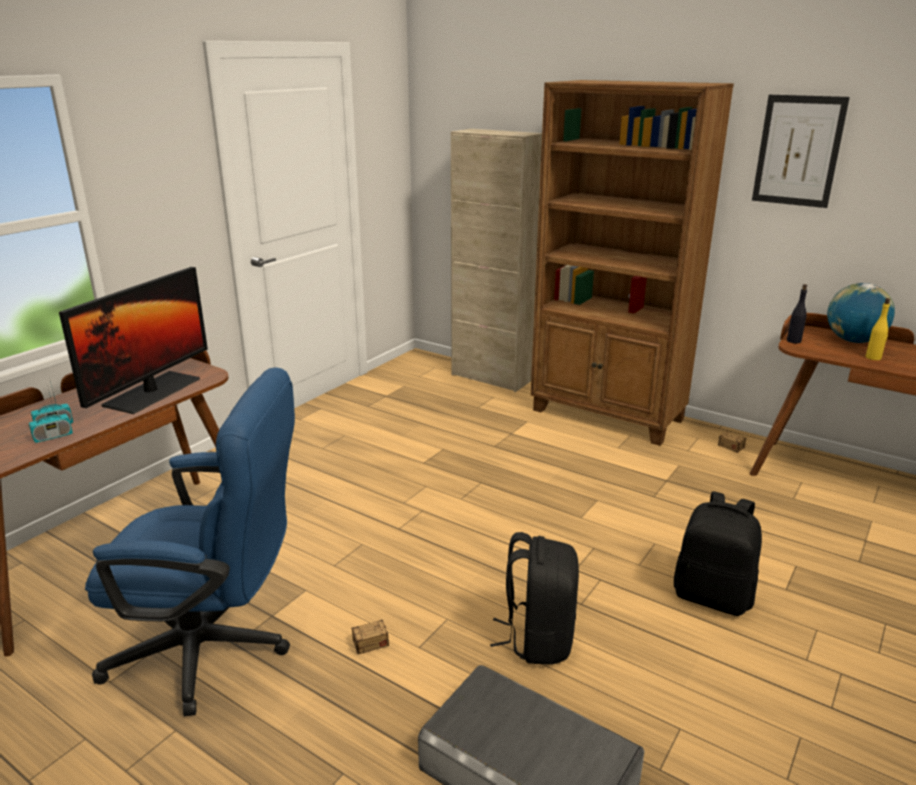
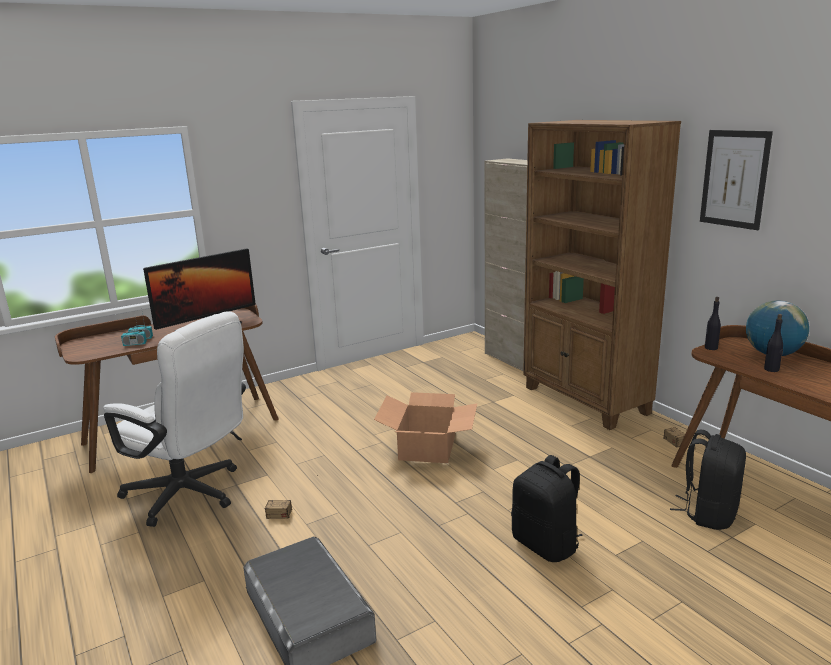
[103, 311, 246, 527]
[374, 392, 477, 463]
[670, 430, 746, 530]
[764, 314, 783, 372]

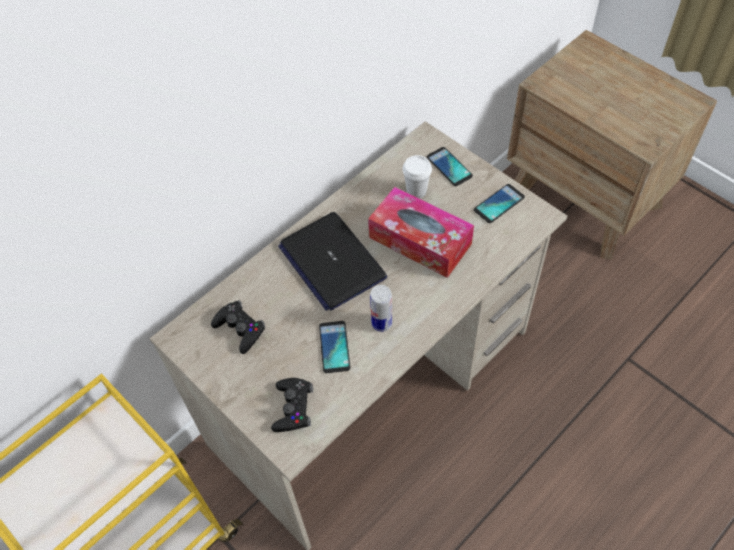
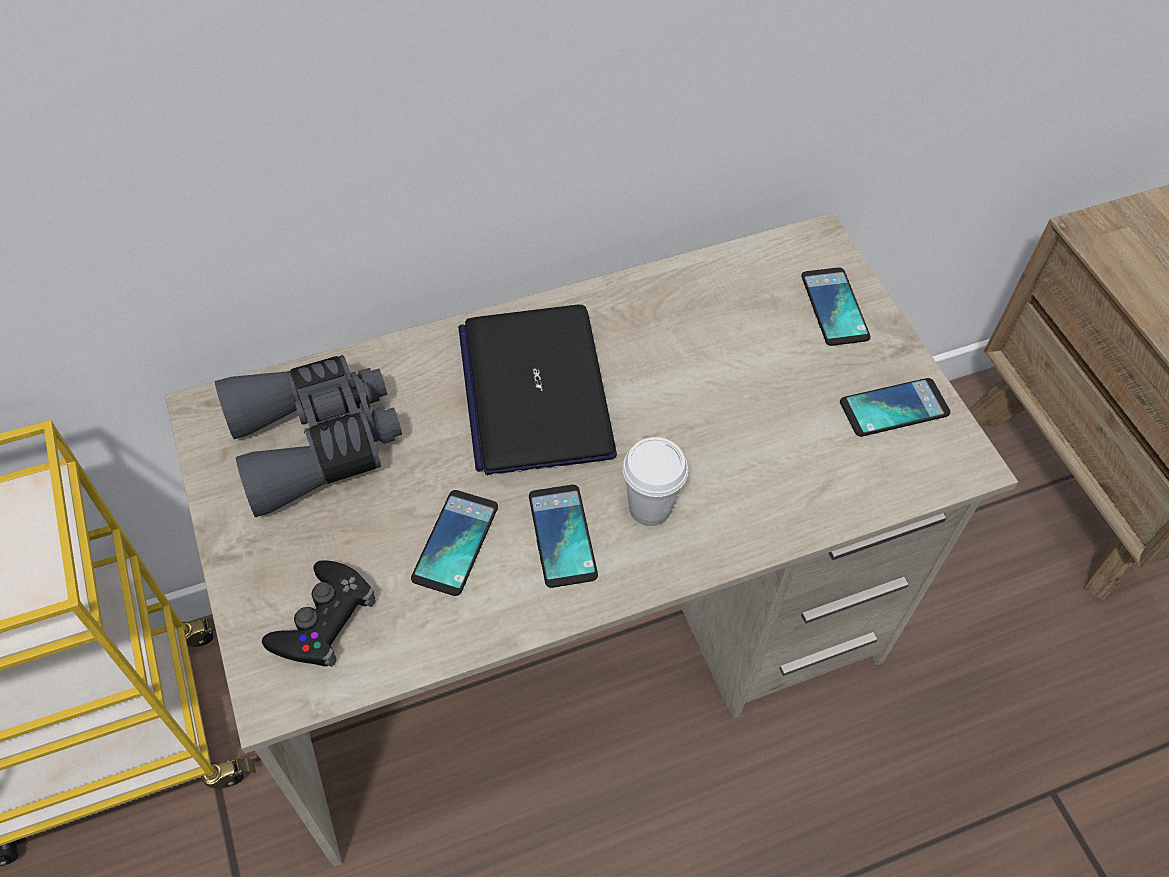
[215, 355, 402, 517]
[529, 485, 598, 588]
[623, 437, 688, 526]
[368, 187, 474, 278] (first image)

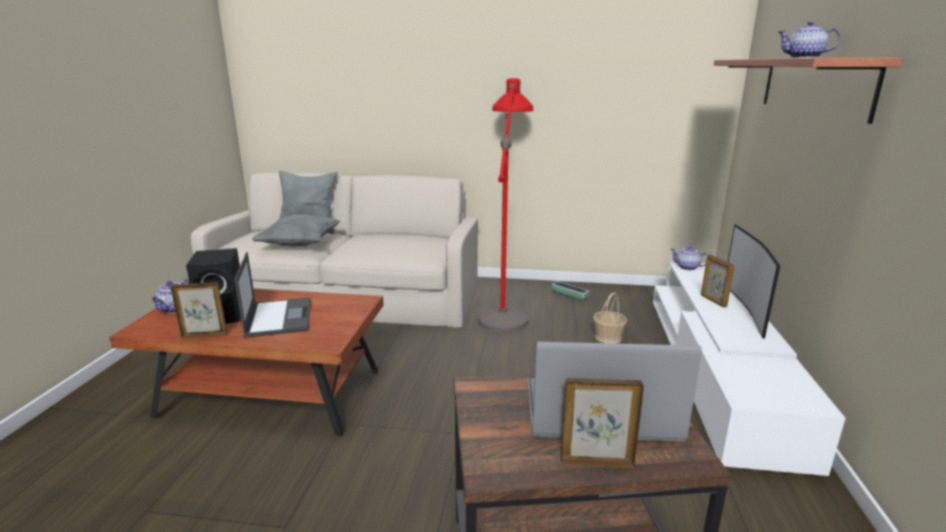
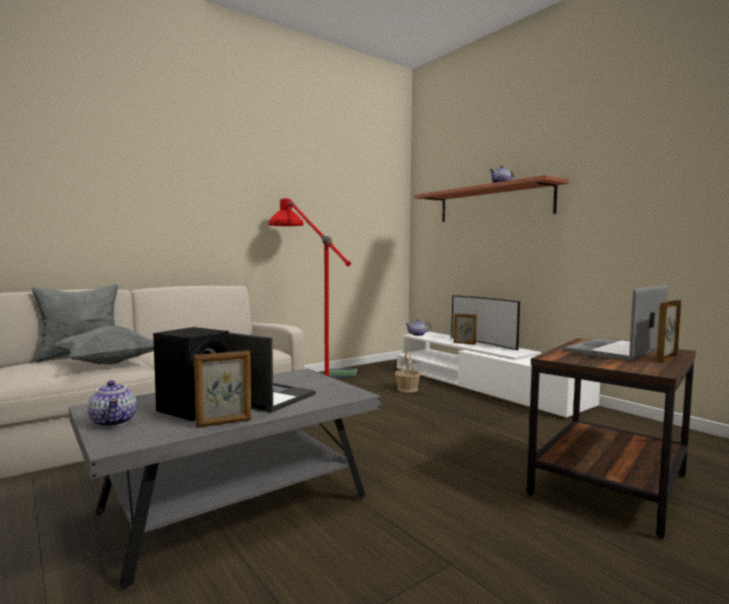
[69, 369, 381, 590]
[194, 350, 251, 428]

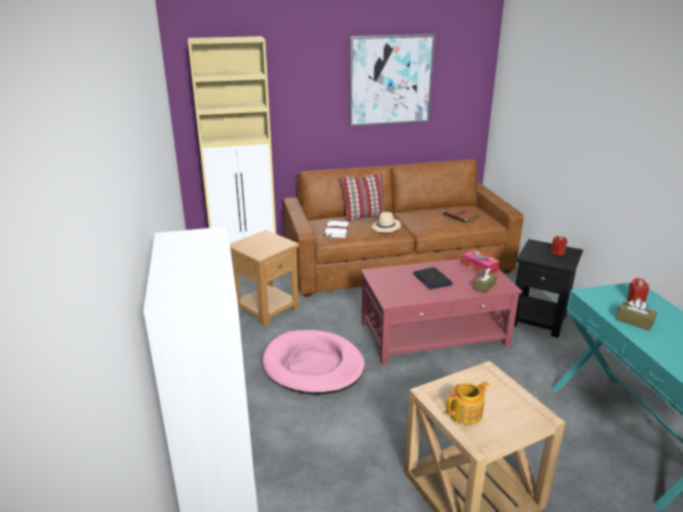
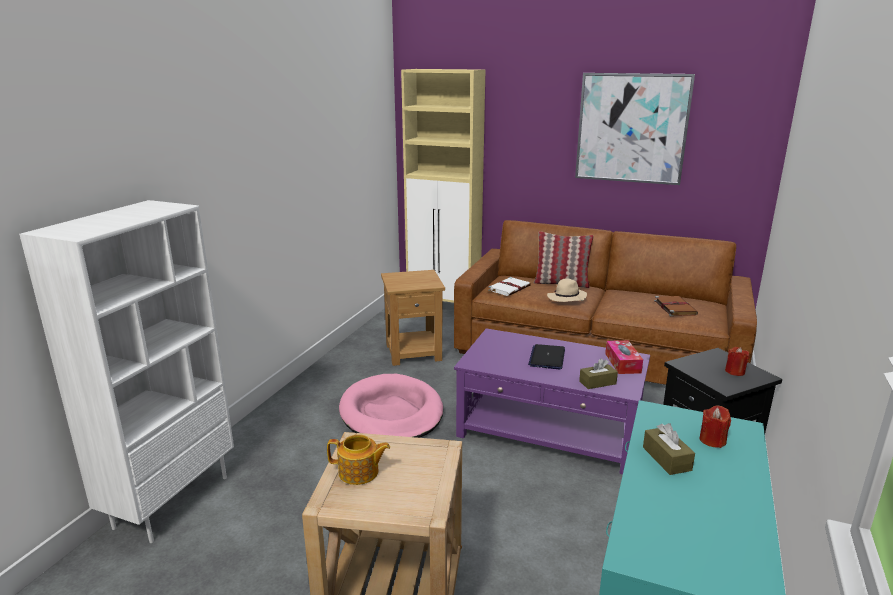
[454, 328, 650, 474]

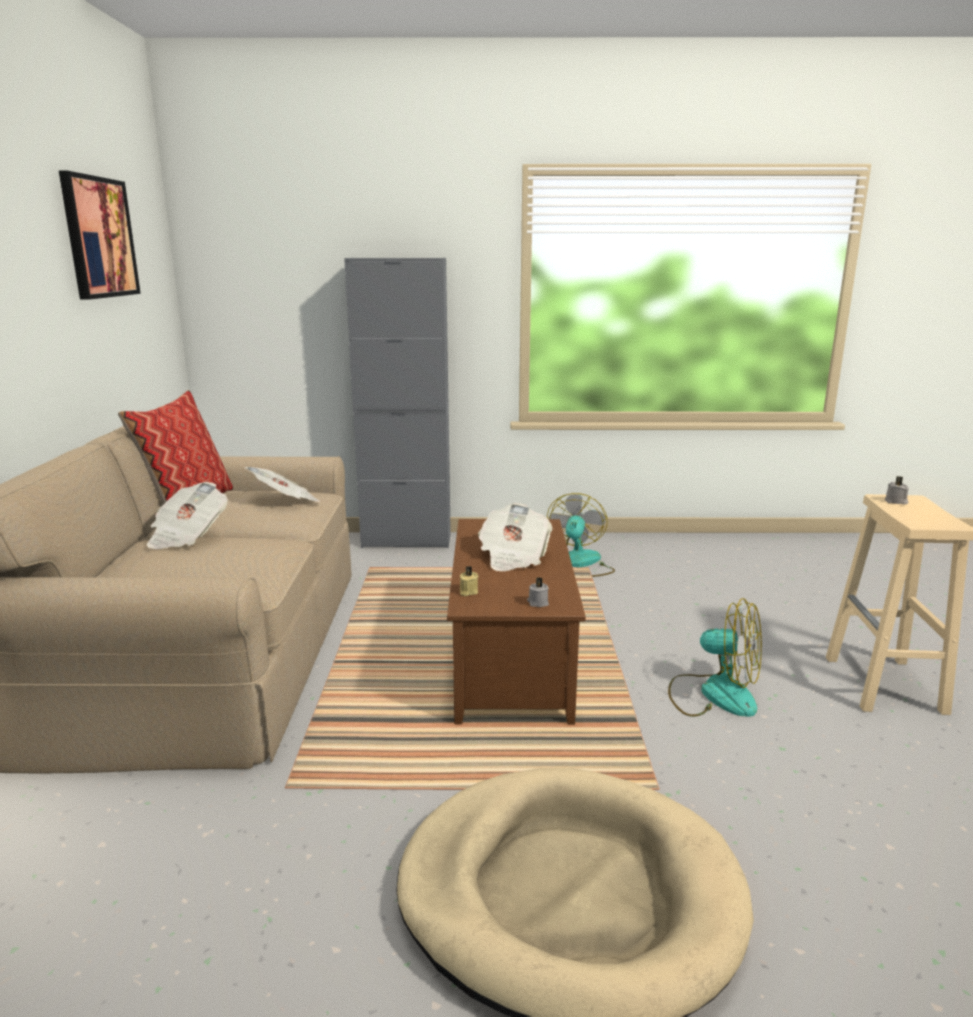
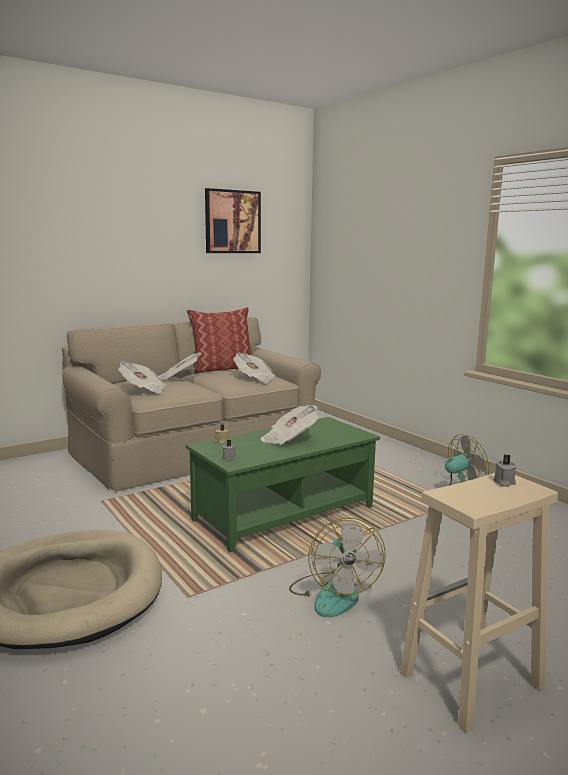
[118, 362, 166, 393]
[186, 417, 380, 552]
[344, 258, 451, 548] (first image)

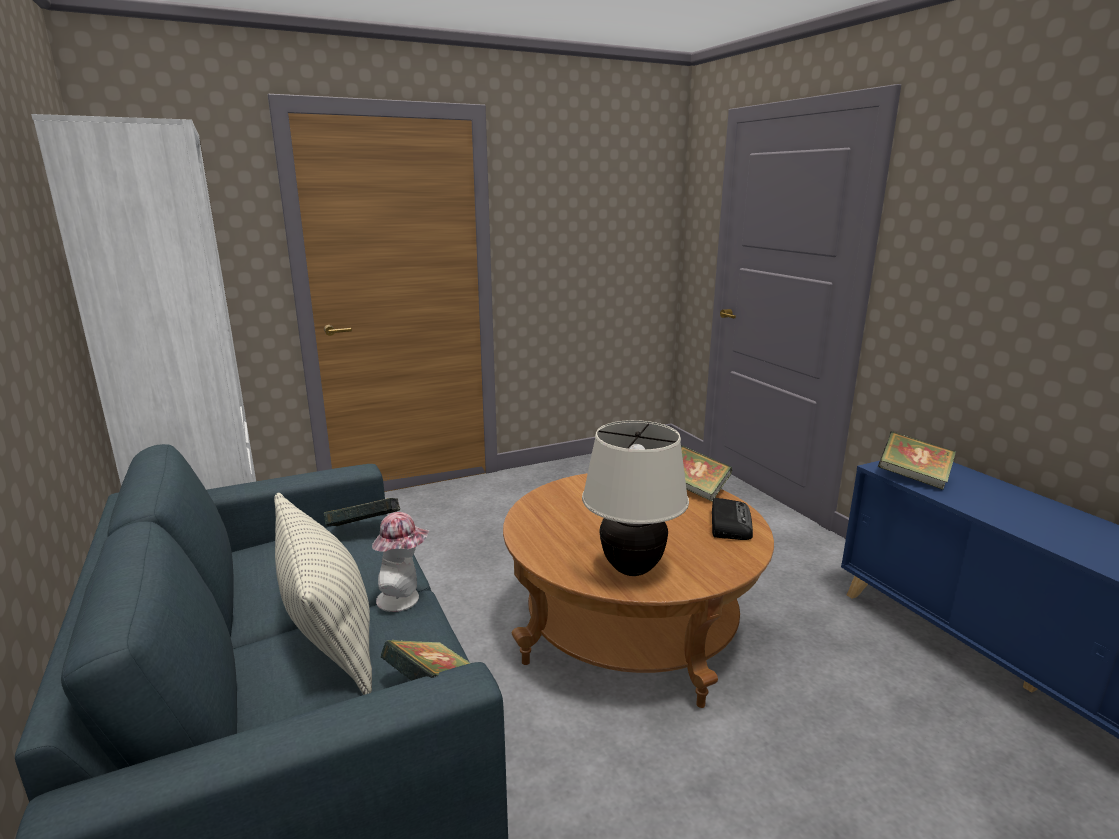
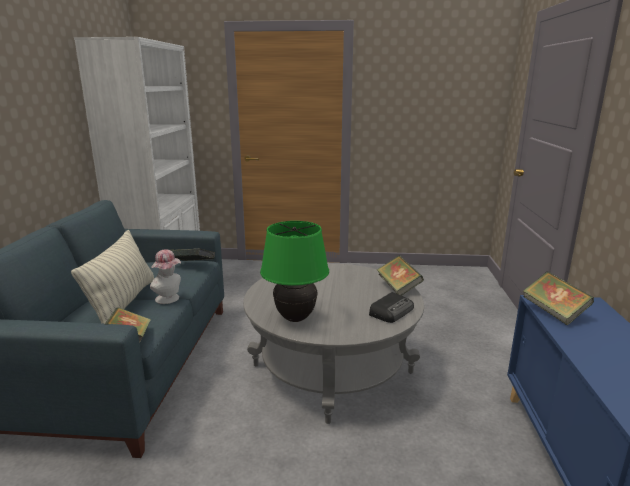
[243, 264, 424, 424]
[260, 221, 329, 322]

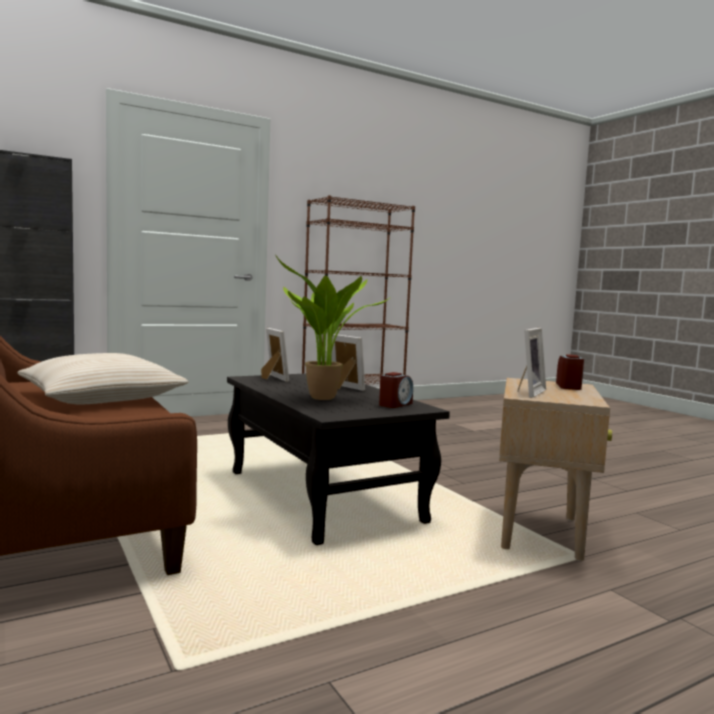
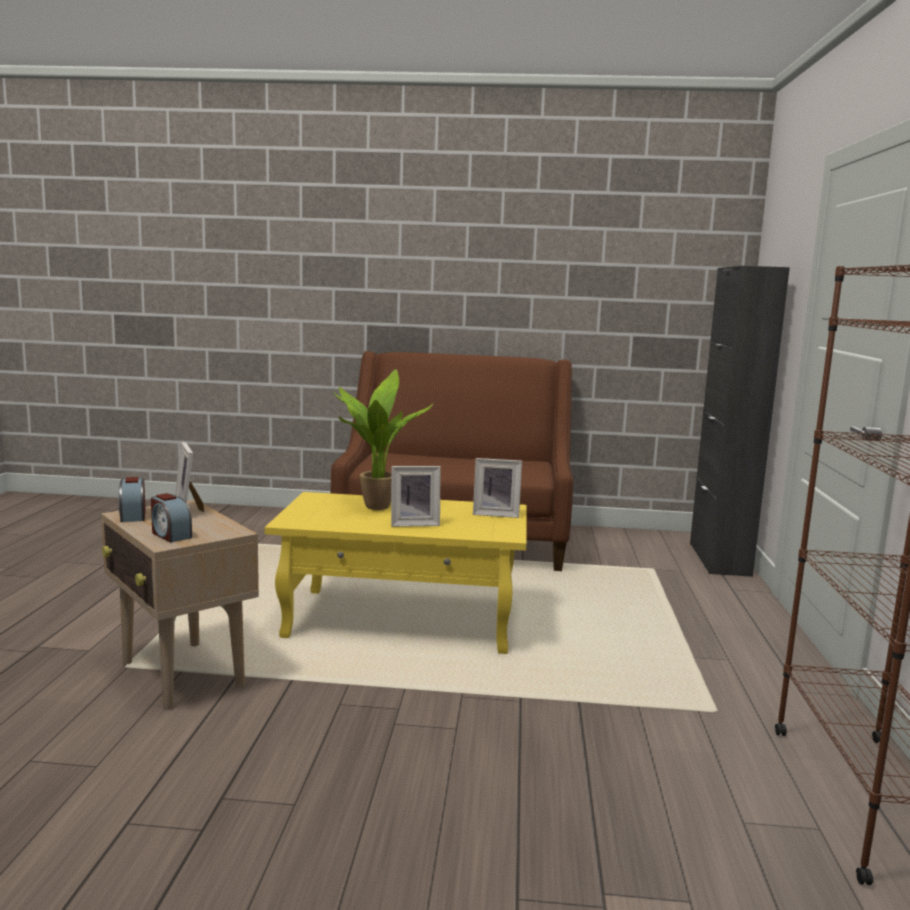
[118, 477, 146, 522]
[265, 492, 527, 654]
[18, 353, 188, 405] (first image)

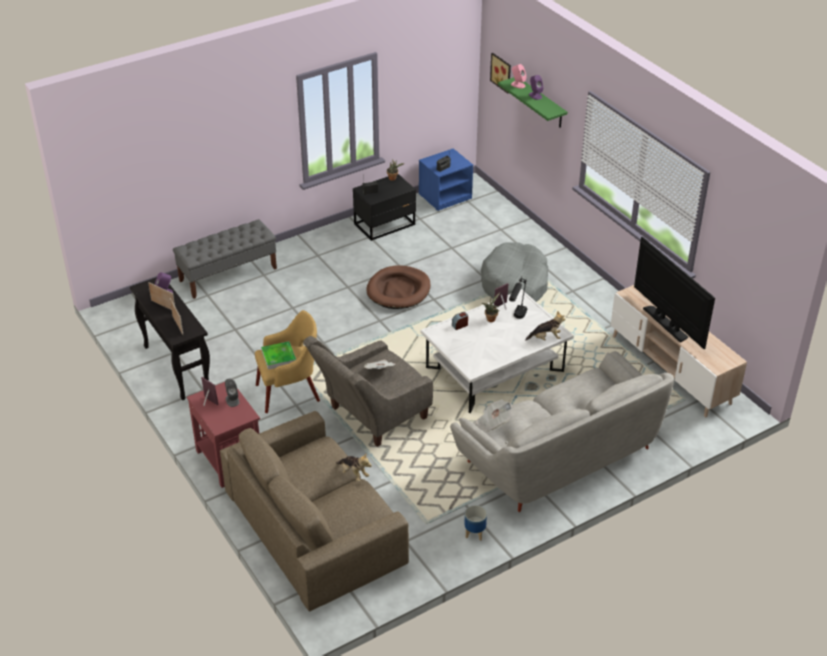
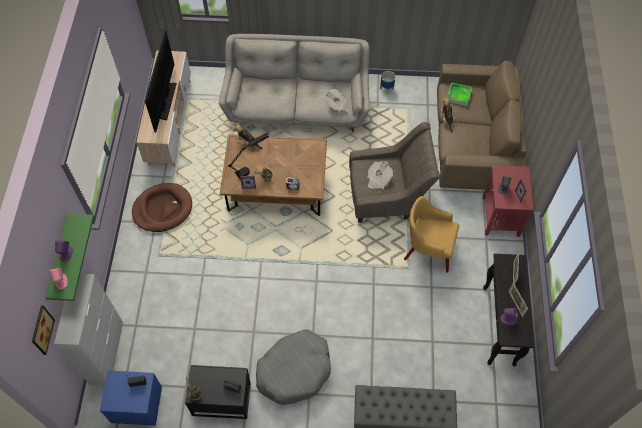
[54, 274, 123, 385]
[132, 183, 192, 232]
[220, 134, 327, 216]
[256, 329, 331, 405]
[448, 82, 472, 106]

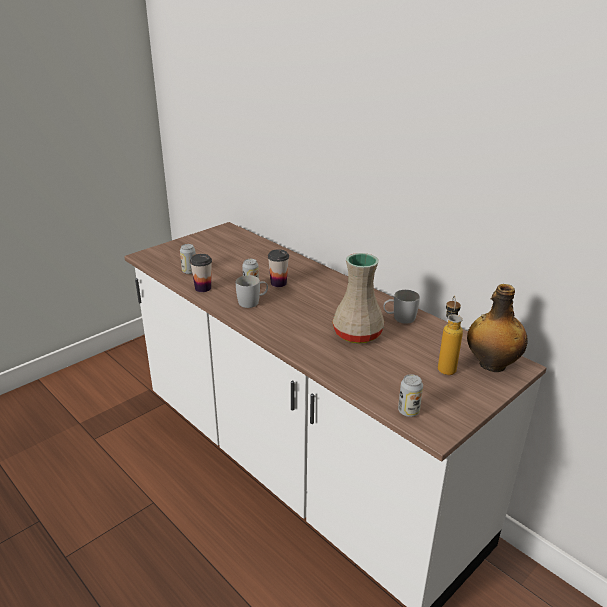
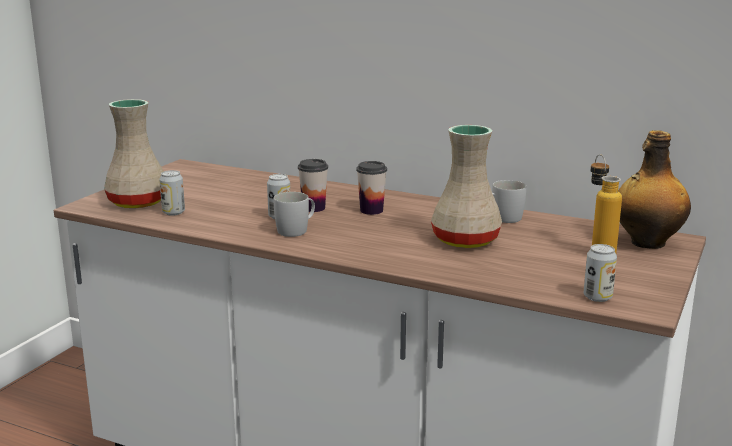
[104, 99, 164, 208]
[356, 161, 387, 215]

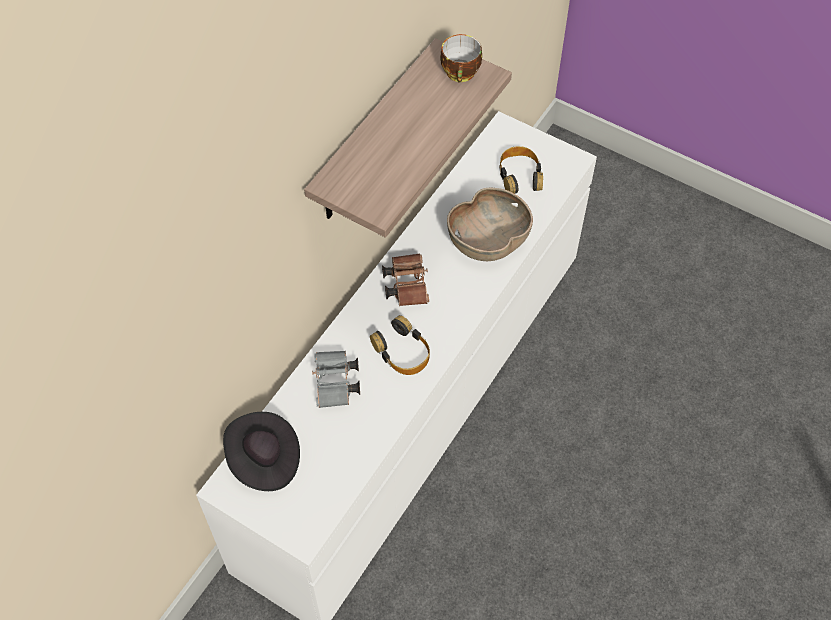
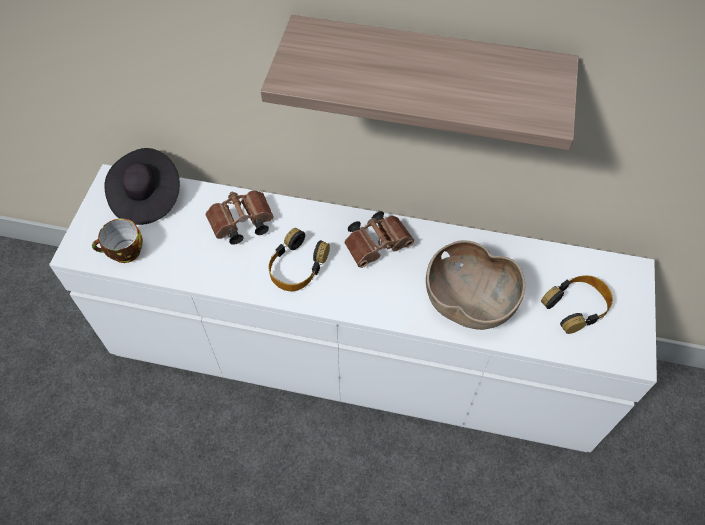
[92, 218, 143, 263]
[205, 190, 274, 245]

